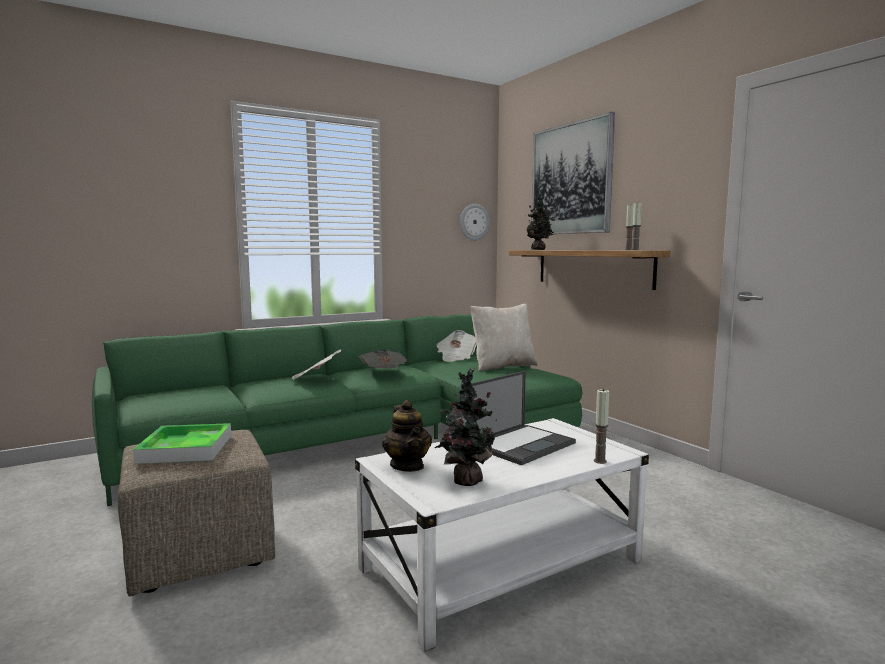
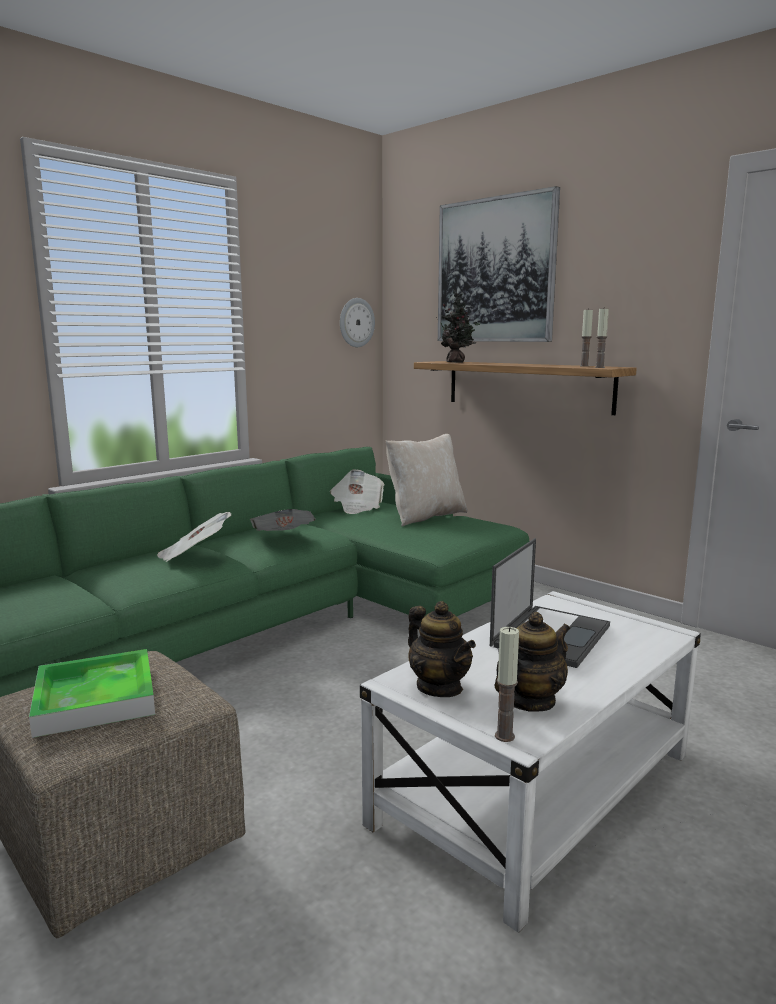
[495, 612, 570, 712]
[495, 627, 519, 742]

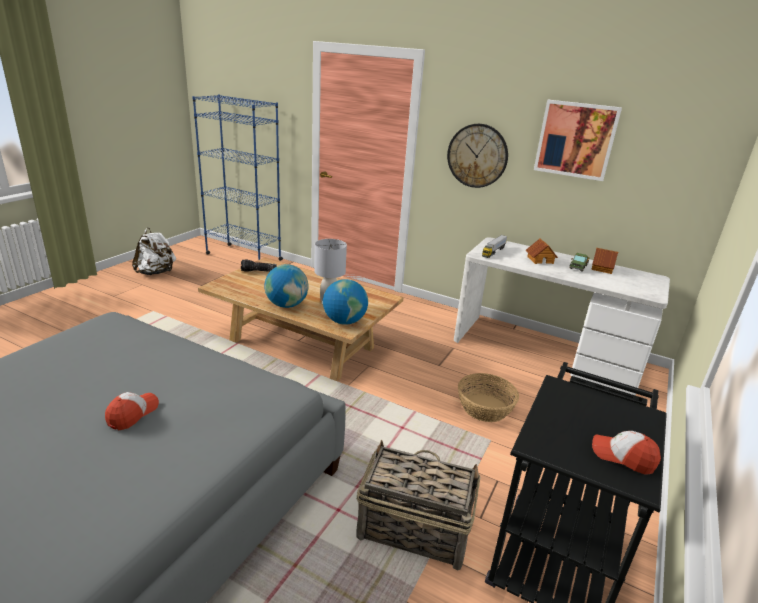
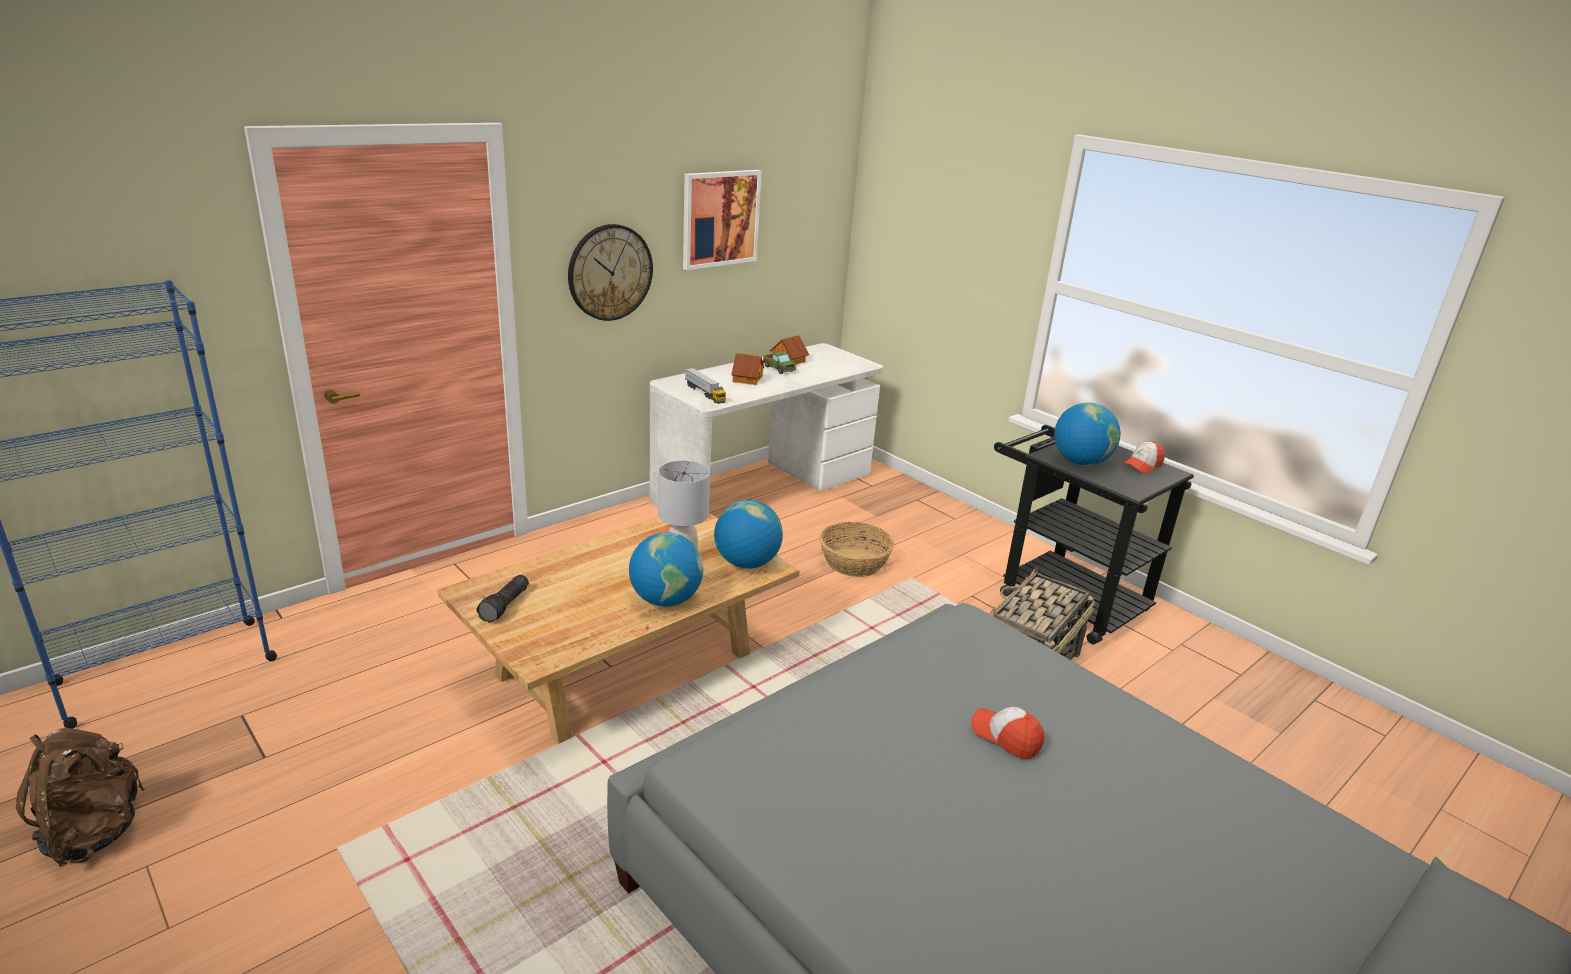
[16, 728, 145, 867]
[1054, 402, 1121, 466]

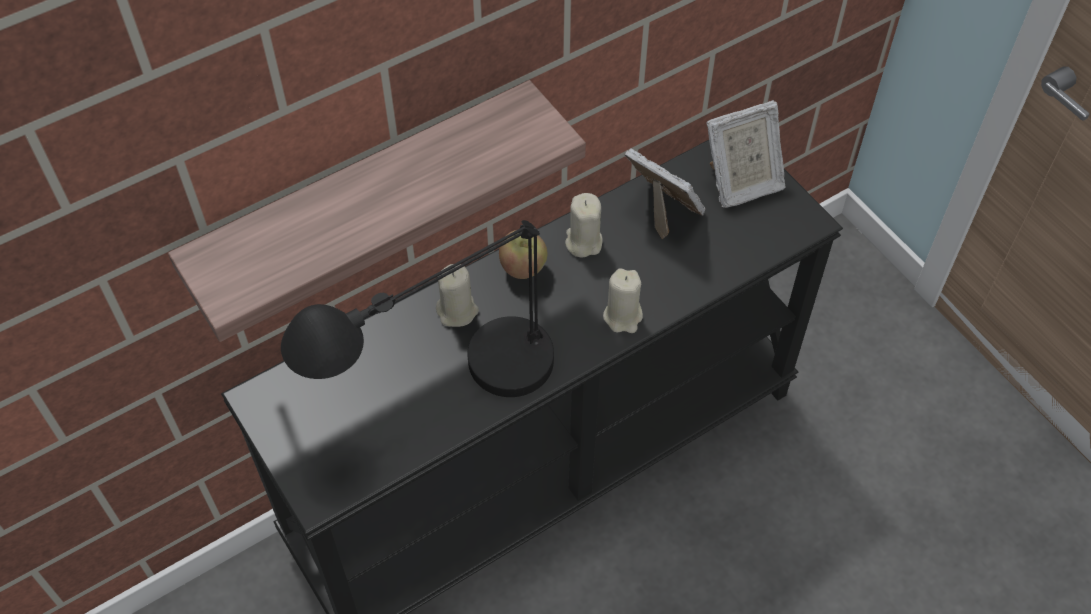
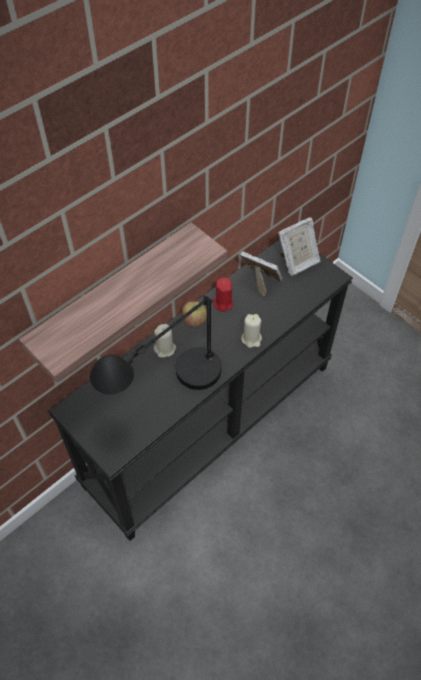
[213, 278, 233, 312]

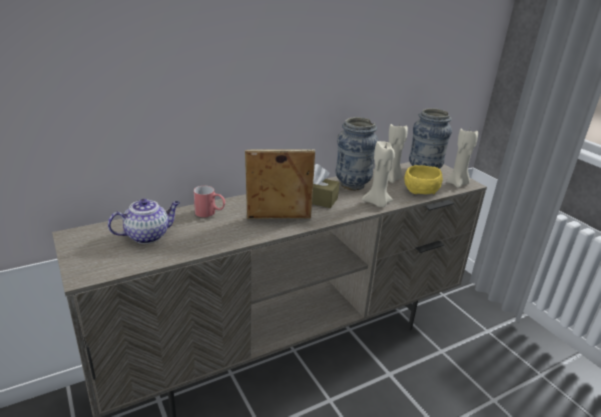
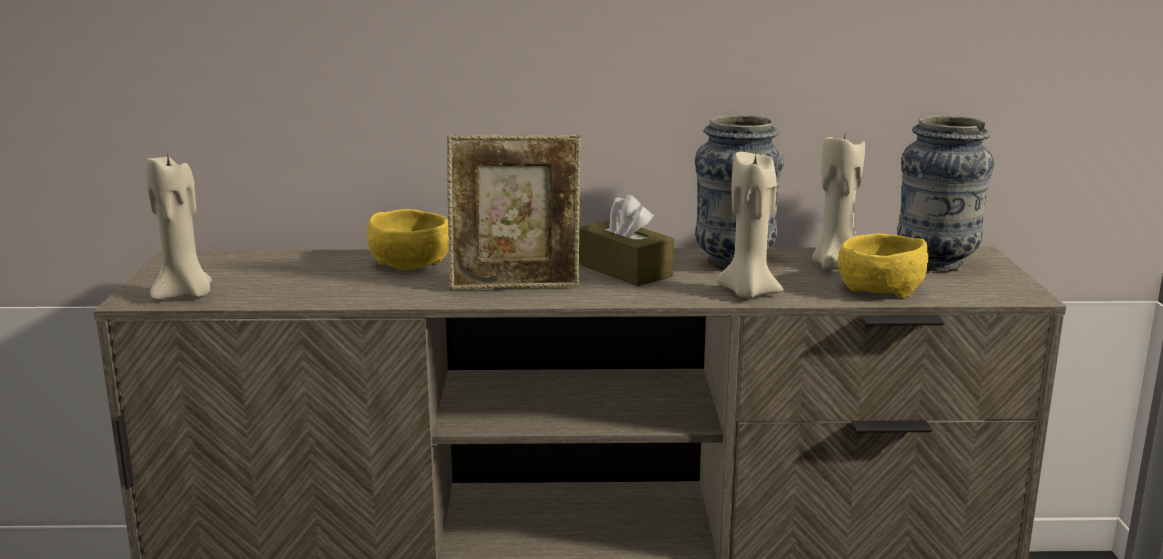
[145, 151, 212, 299]
[367, 209, 449, 271]
[447, 134, 581, 290]
[108, 199, 180, 244] (first image)

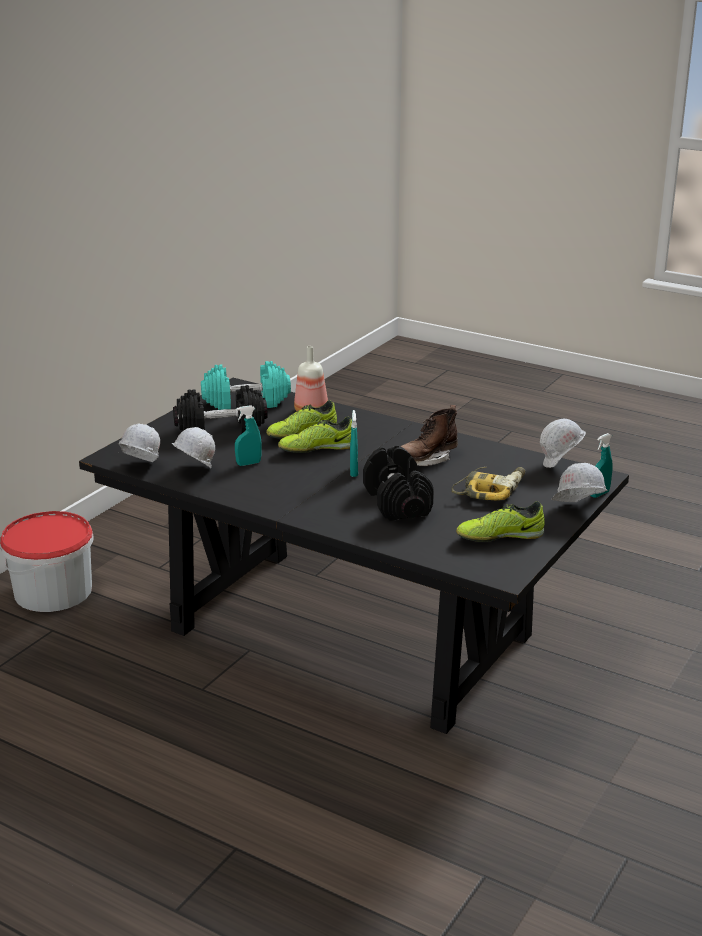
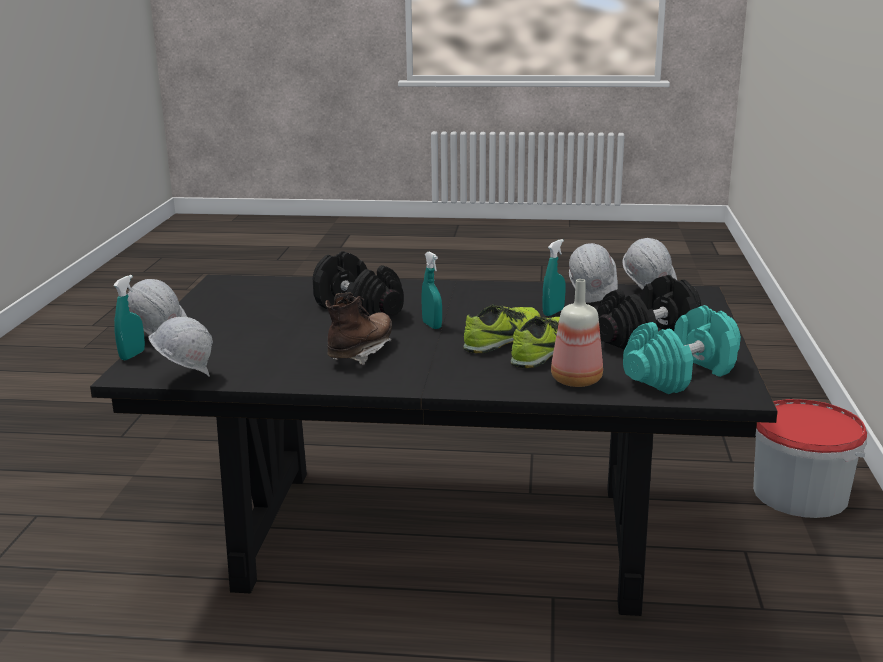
[452, 467, 525, 501] (first image)
[456, 501, 544, 542] (first image)

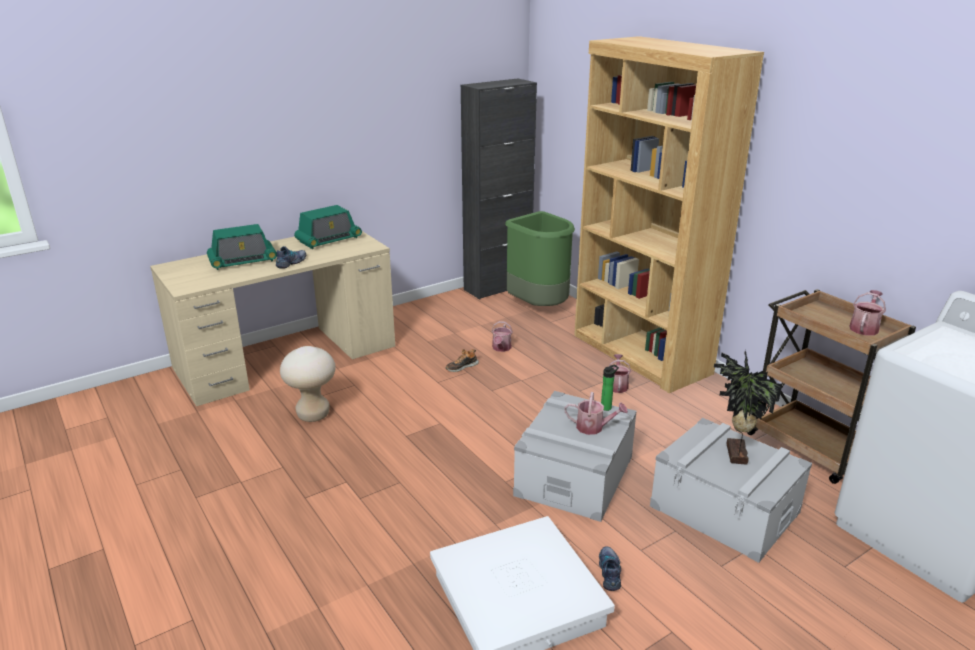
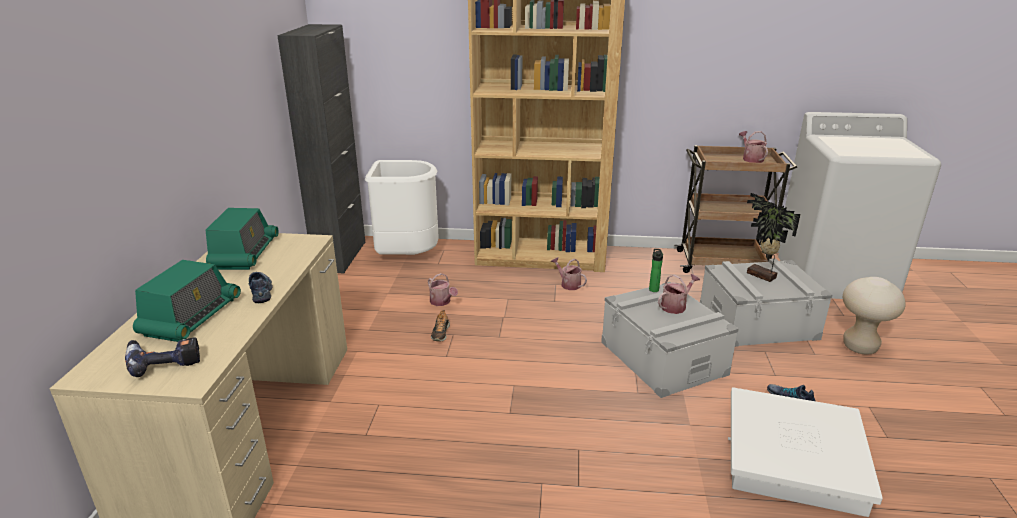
[125, 337, 200, 377]
[365, 160, 439, 255]
[843, 277, 906, 355]

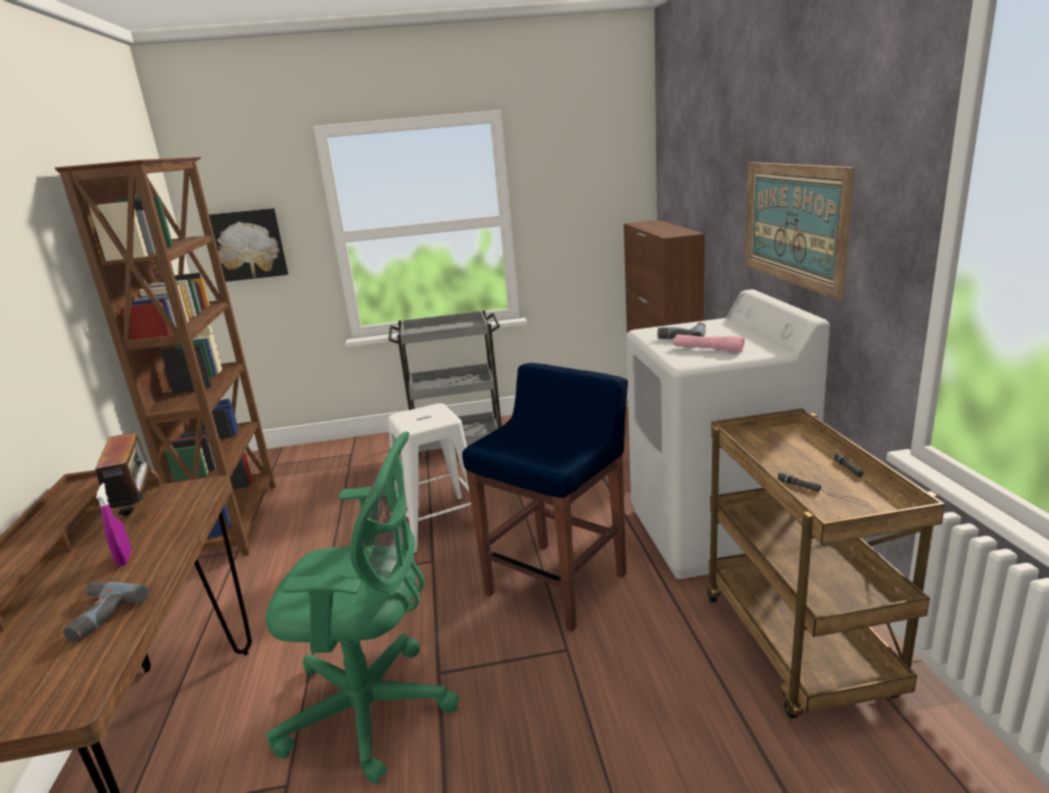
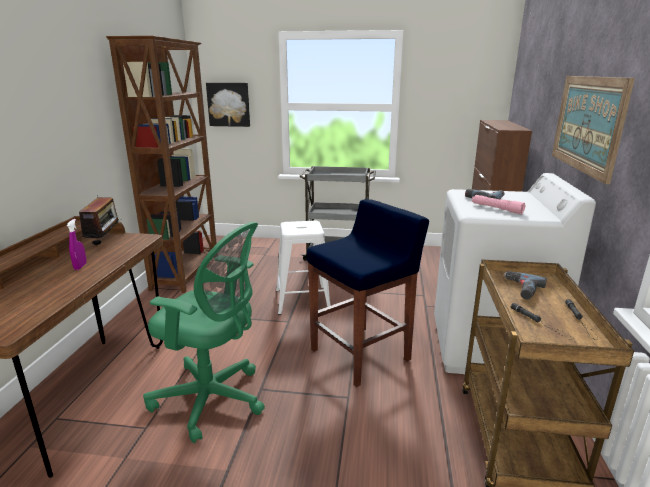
[504, 271, 547, 300]

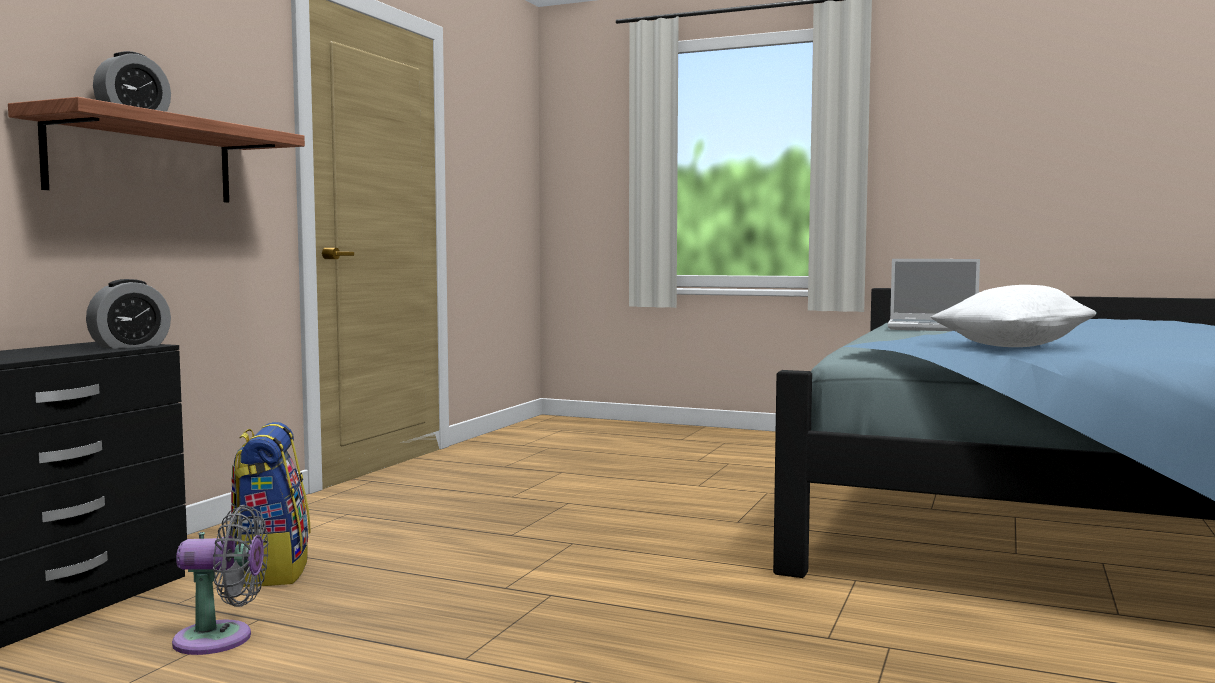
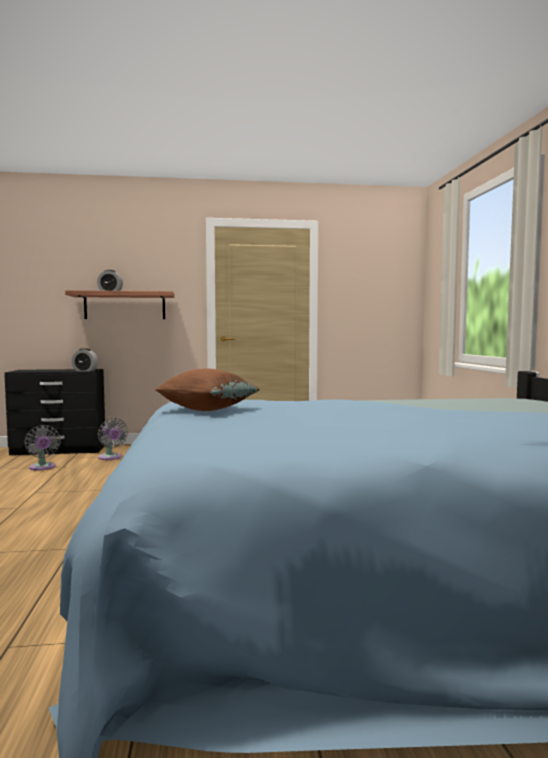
[98, 418, 128, 460]
[155, 369, 260, 411]
[888, 259, 980, 331] (first image)

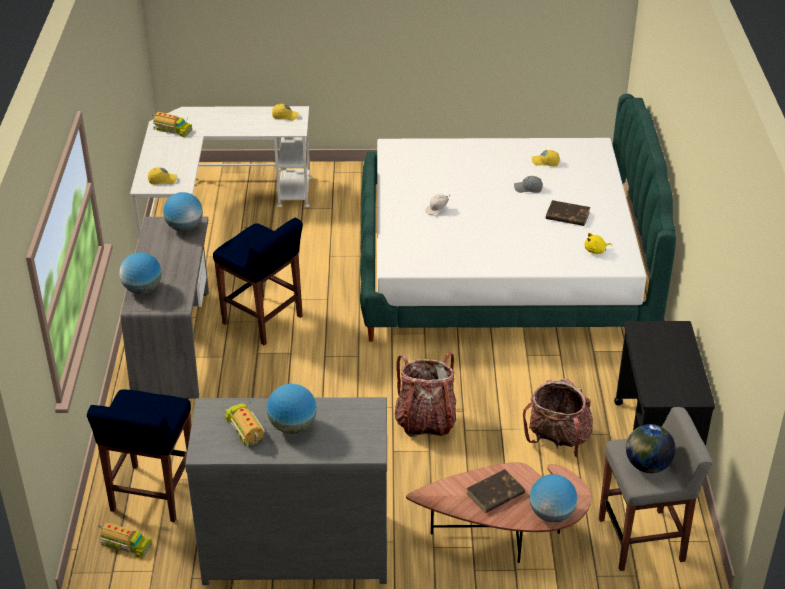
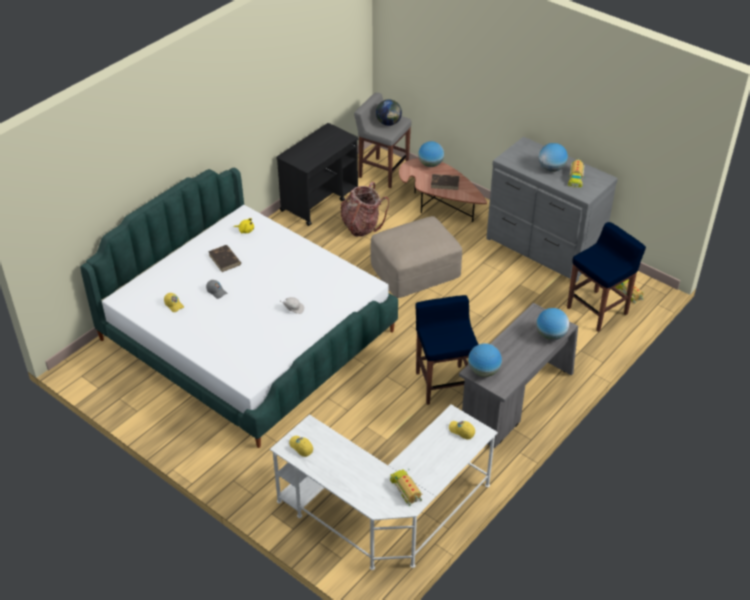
[370, 216, 462, 298]

